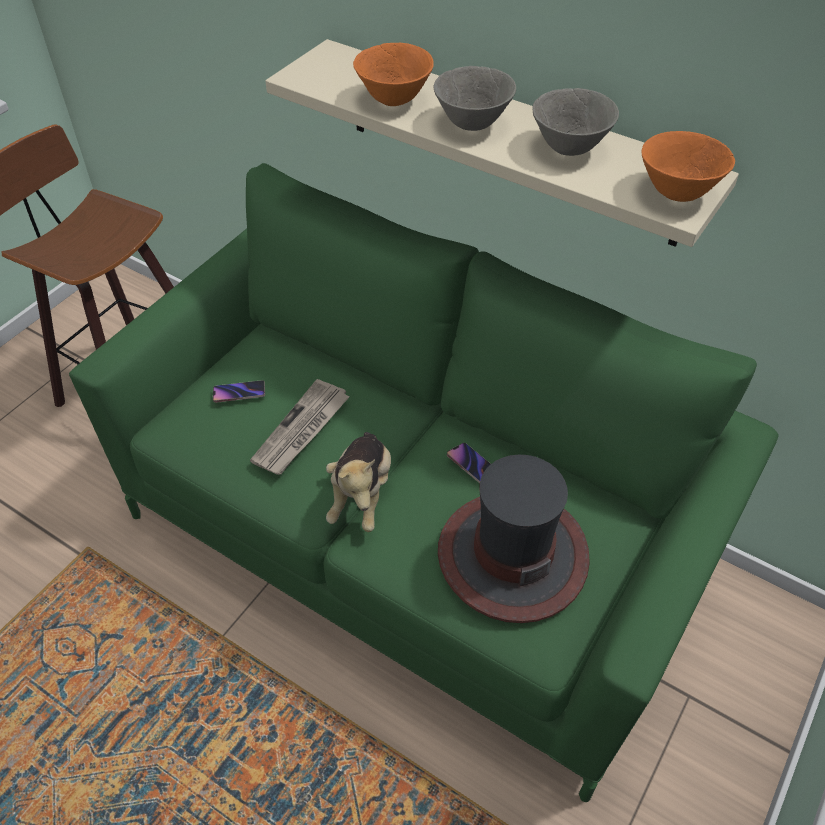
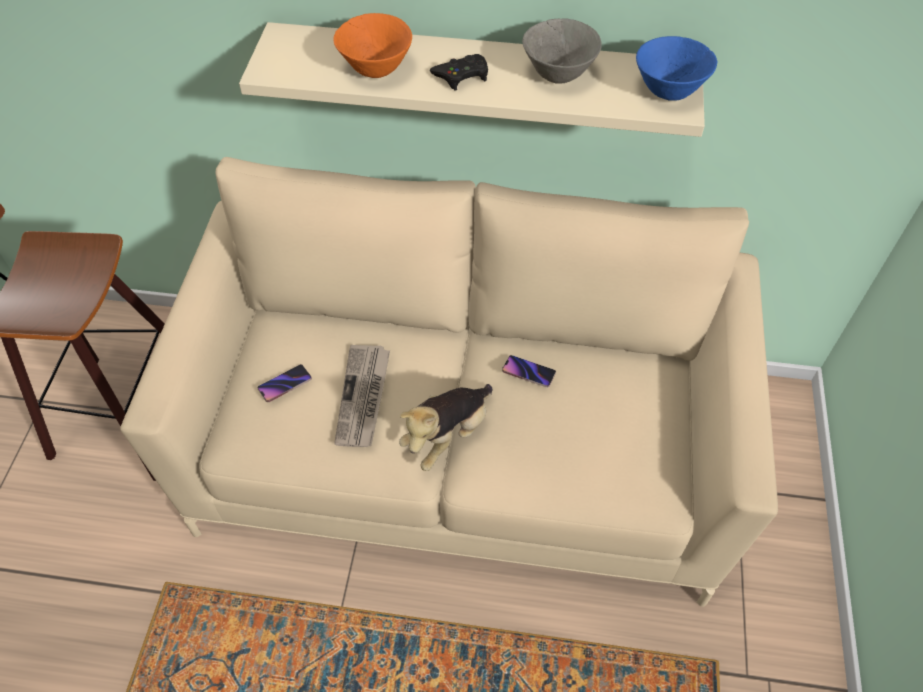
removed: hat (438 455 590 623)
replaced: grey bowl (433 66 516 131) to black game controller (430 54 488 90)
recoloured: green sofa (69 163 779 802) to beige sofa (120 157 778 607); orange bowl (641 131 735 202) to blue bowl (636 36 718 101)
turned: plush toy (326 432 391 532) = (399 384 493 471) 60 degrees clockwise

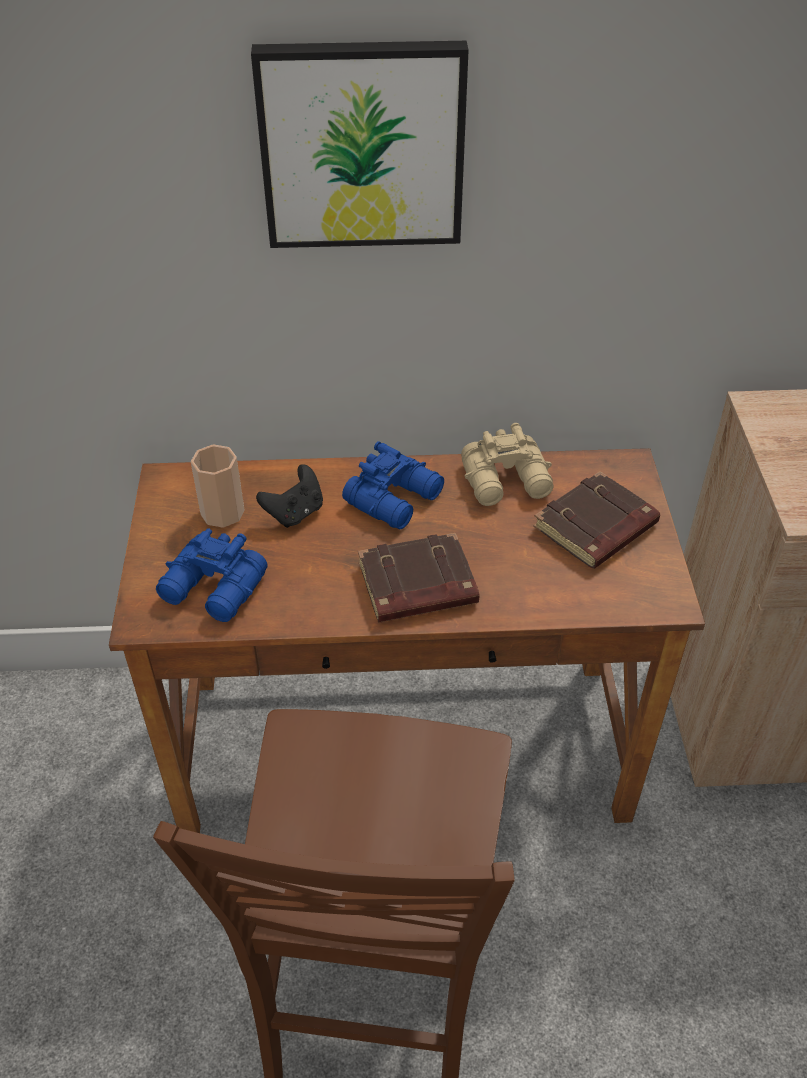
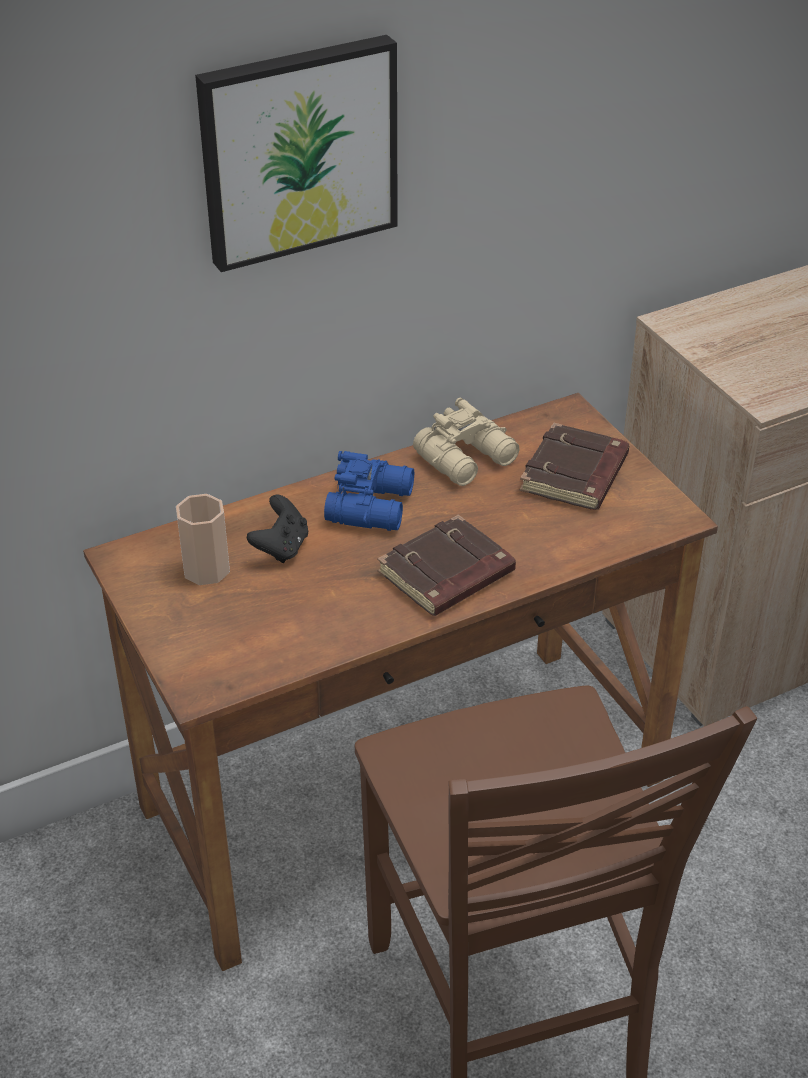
removed: blue binoculars (156 528 268 622)

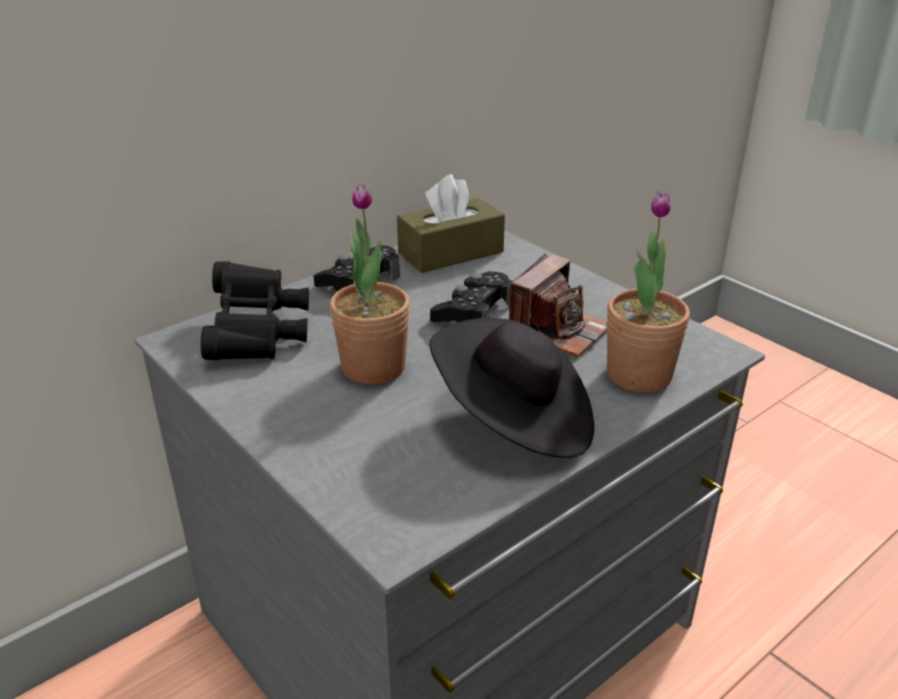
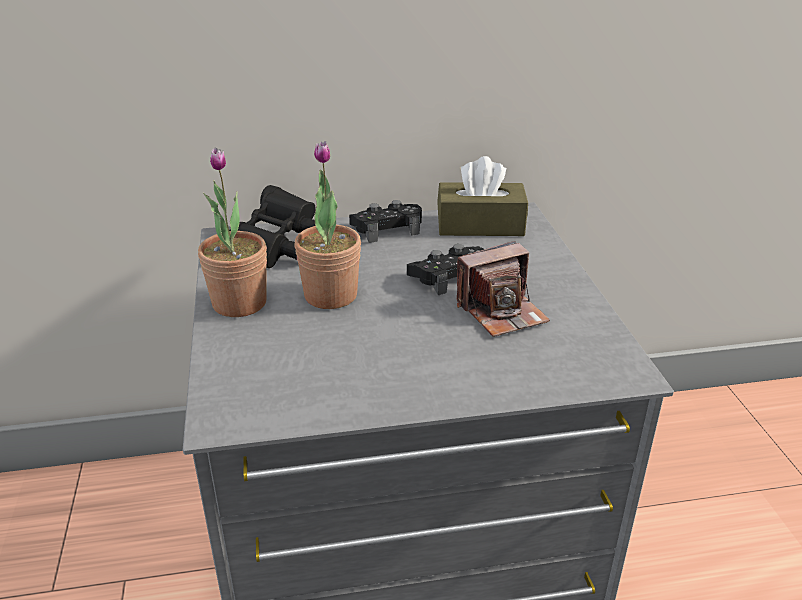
removed: black hat (430 318 594 458)
moved: potted plant (607 191 690 393) to (198 148 267 317)

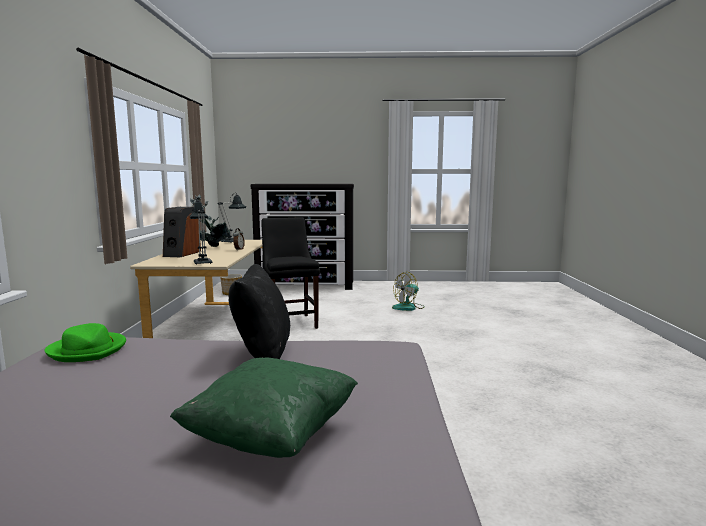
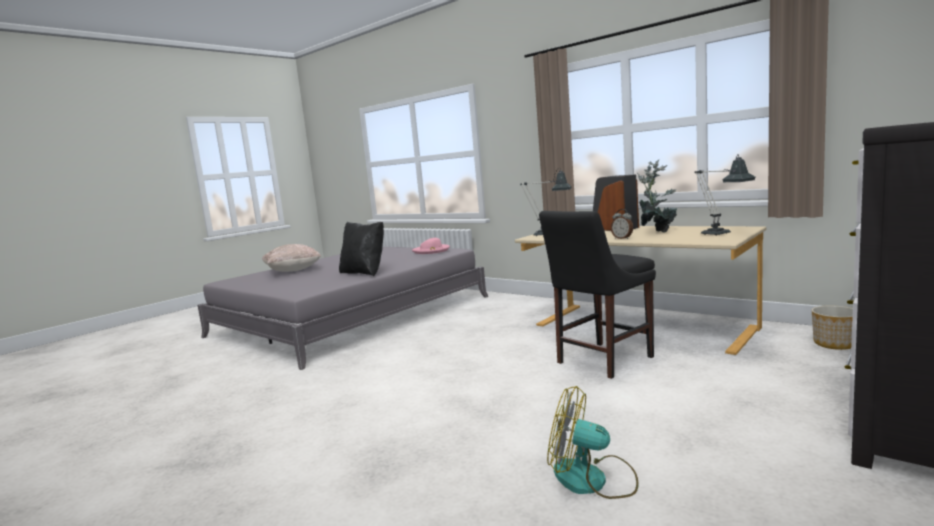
recoloured: green hat (45 323 126 362) to pink hat (412 238 450 254); green pillow (170 358 358 458) to beige pillow (262 244 321 272)
turned: black chair (261 217 320 329) = (539 211 656 379) 120 degrees clockwise; fan (392 272 425 311) = (547 386 638 499) 75 degrees counterclockwise

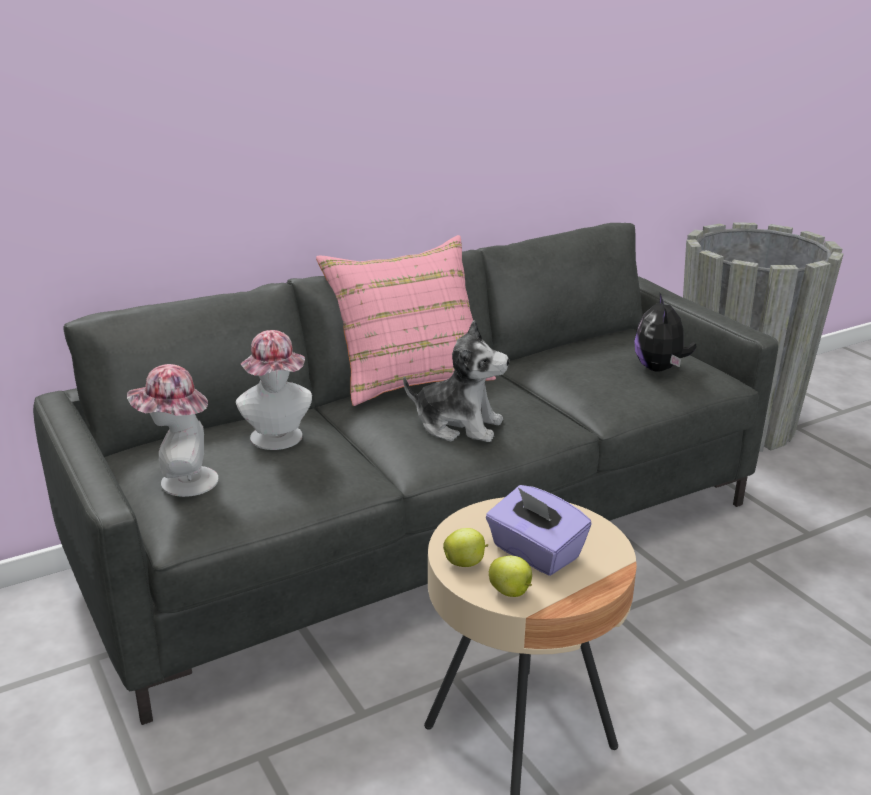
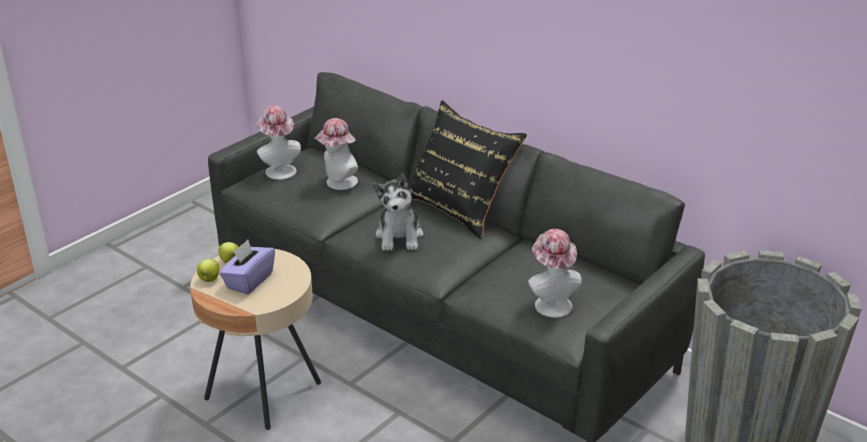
replaced: plush toy (634 293 697 372) to hat (528 229 582 318)
recoloured: pink pillow (316 235 496 406) to black pillow (409 100 527 238)

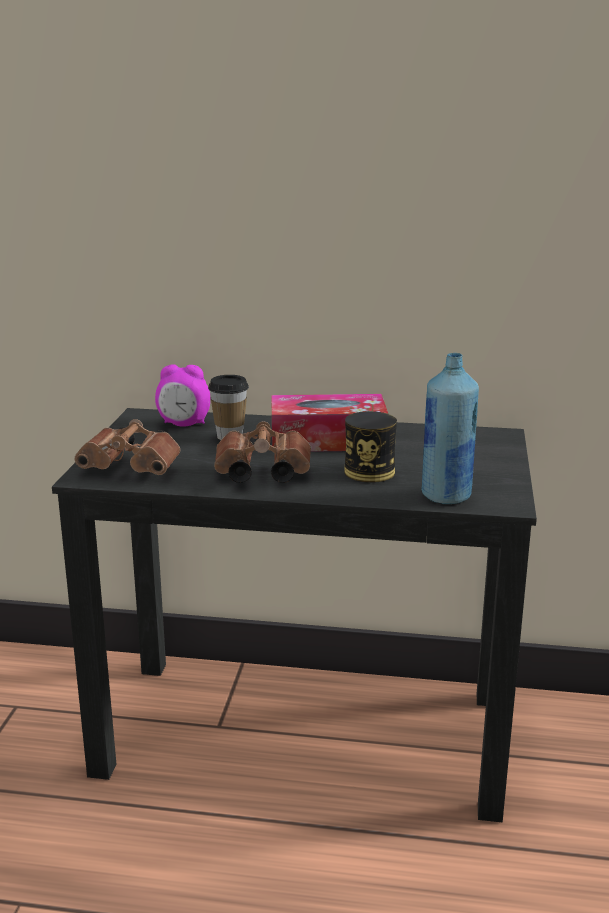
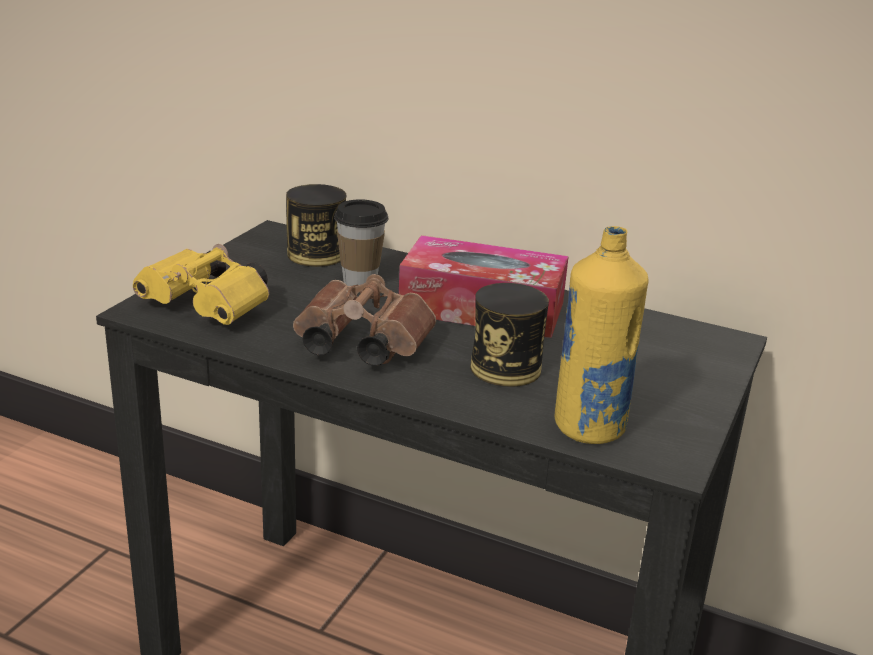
replaced: alarm clock (155 364 210 427) to can (286 184 346 267)
recoloured: brown binoculars (75 419 180 475) to yellow binoculars (133 244 269 325); blue bottle (421 353 479 504) to yellow bottle (554 226 649 444)

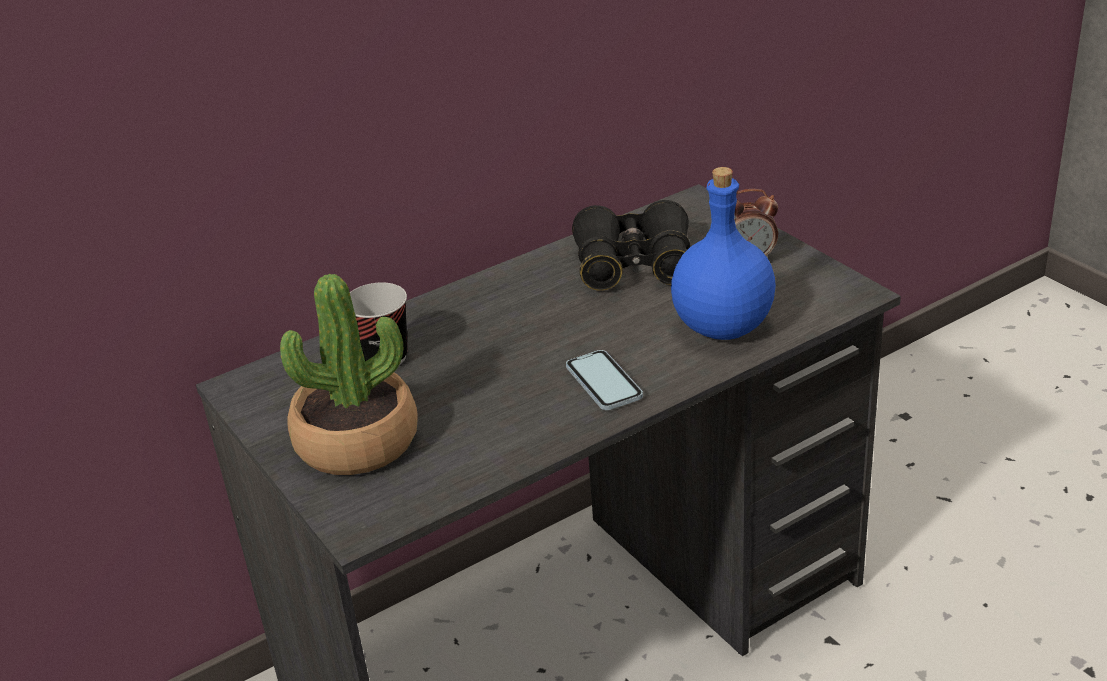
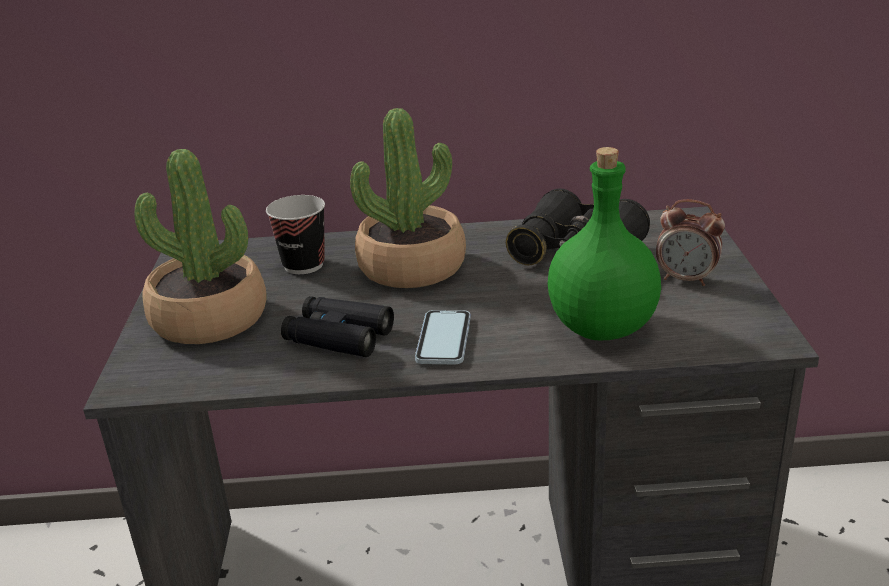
added: black binoculars (281 296 394 357); potted plant (350 108 466 288)
recoloured: blue bottle (671 167 776 340) to green bottle (548 147 661 340)

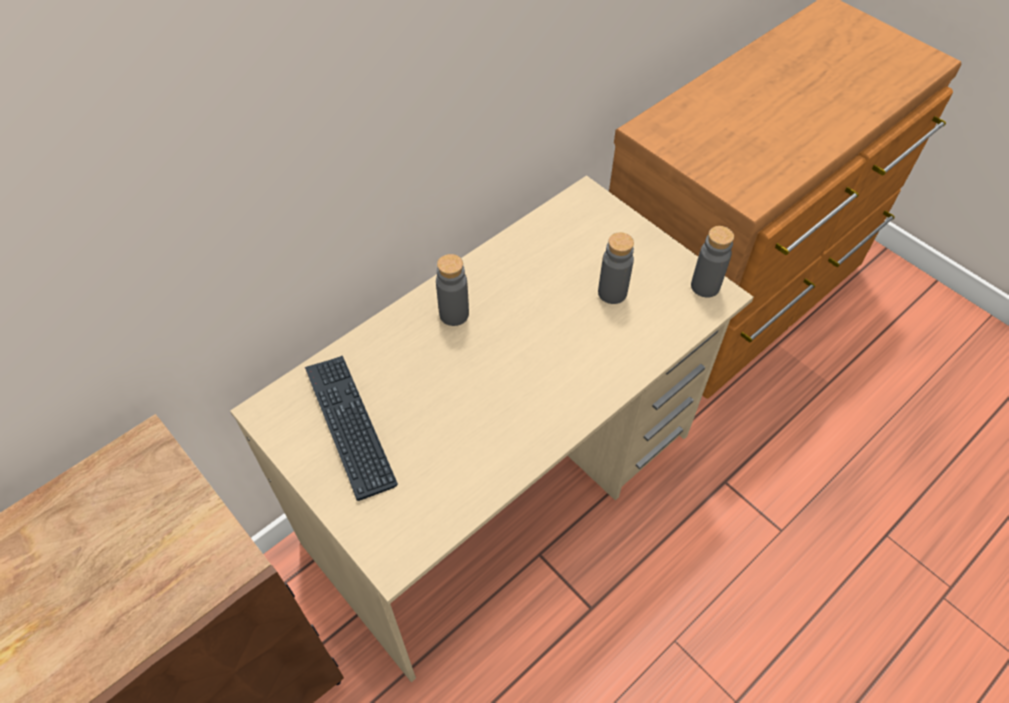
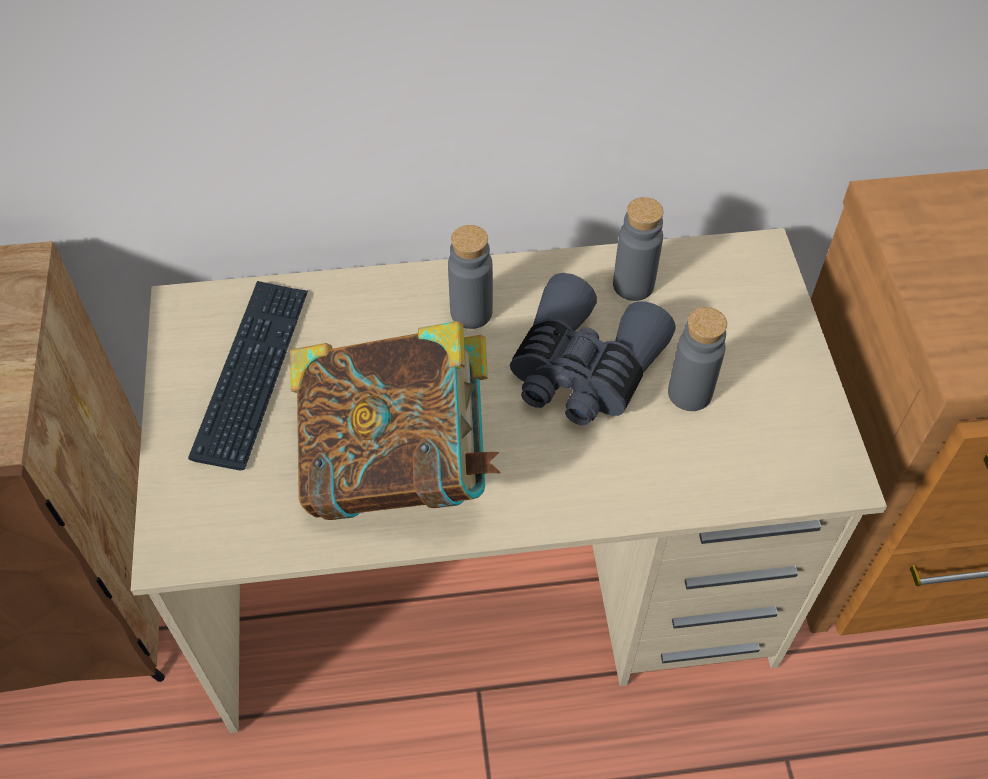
added: book (290 321 500 520); grey binoculars (510 273 675 425)
moved: grey bottle (691 226 734 298) to (613 197 663 301)

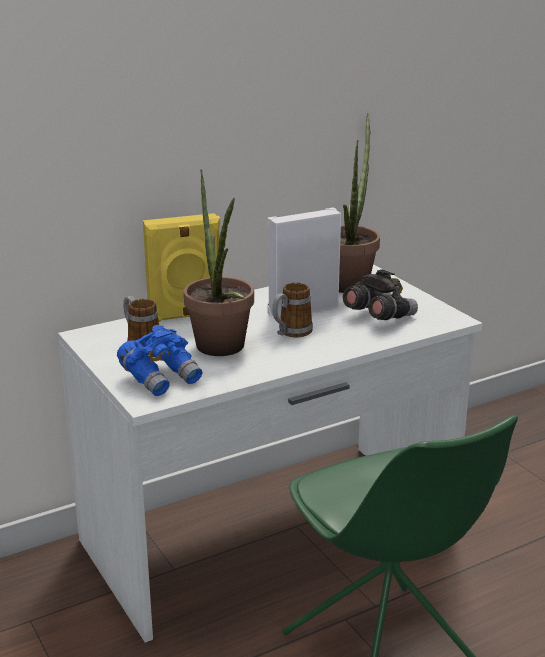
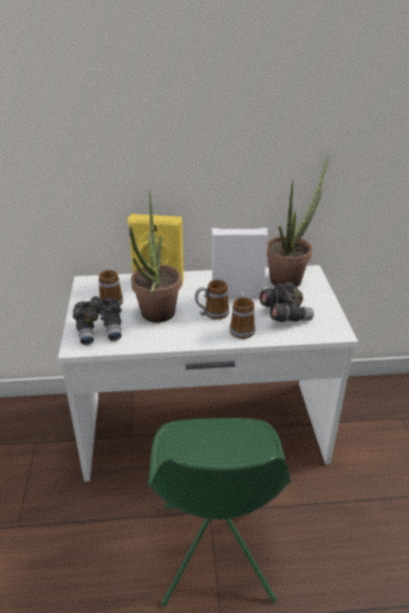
added: mug (230 292 255 339)
recoloured: blue binoculars (117 325 202 396) to grey binoculars (73 296 122 345)

